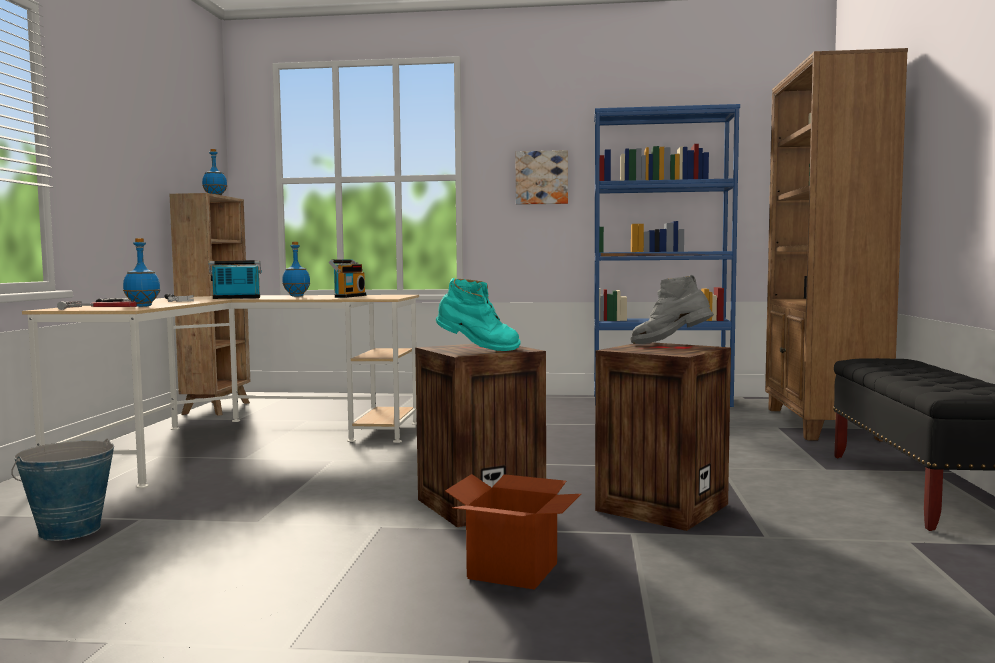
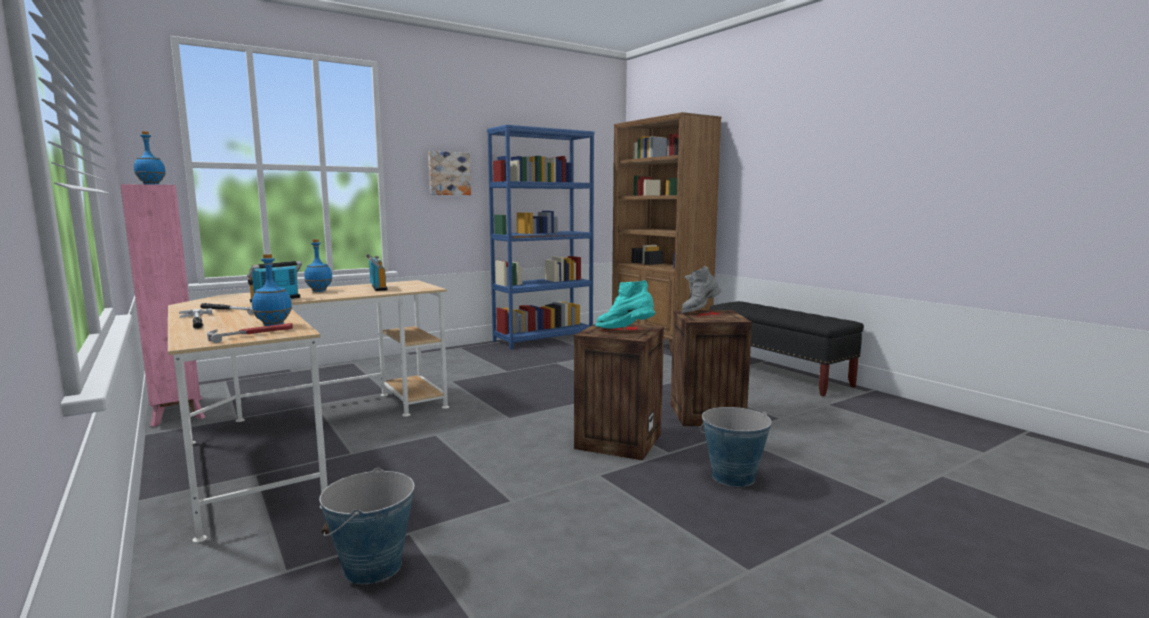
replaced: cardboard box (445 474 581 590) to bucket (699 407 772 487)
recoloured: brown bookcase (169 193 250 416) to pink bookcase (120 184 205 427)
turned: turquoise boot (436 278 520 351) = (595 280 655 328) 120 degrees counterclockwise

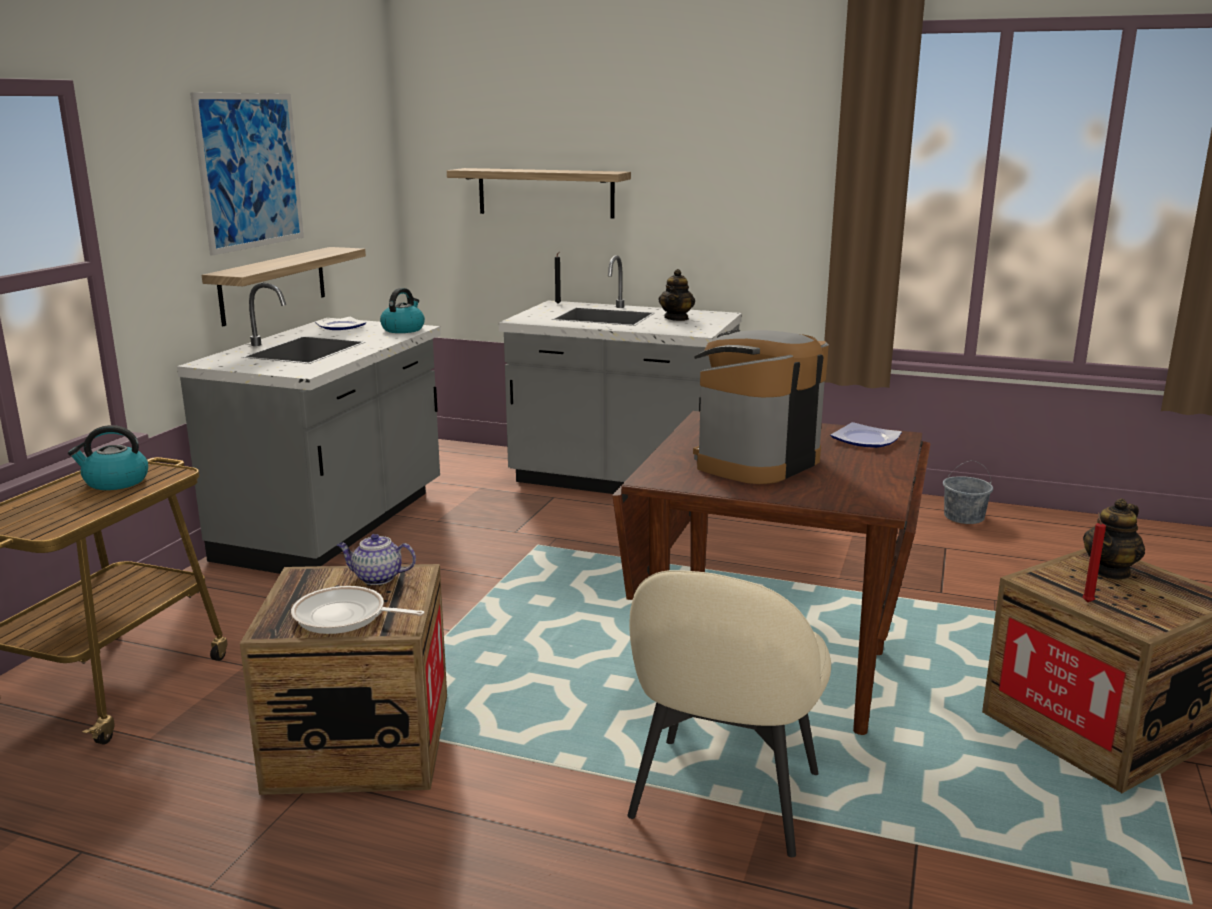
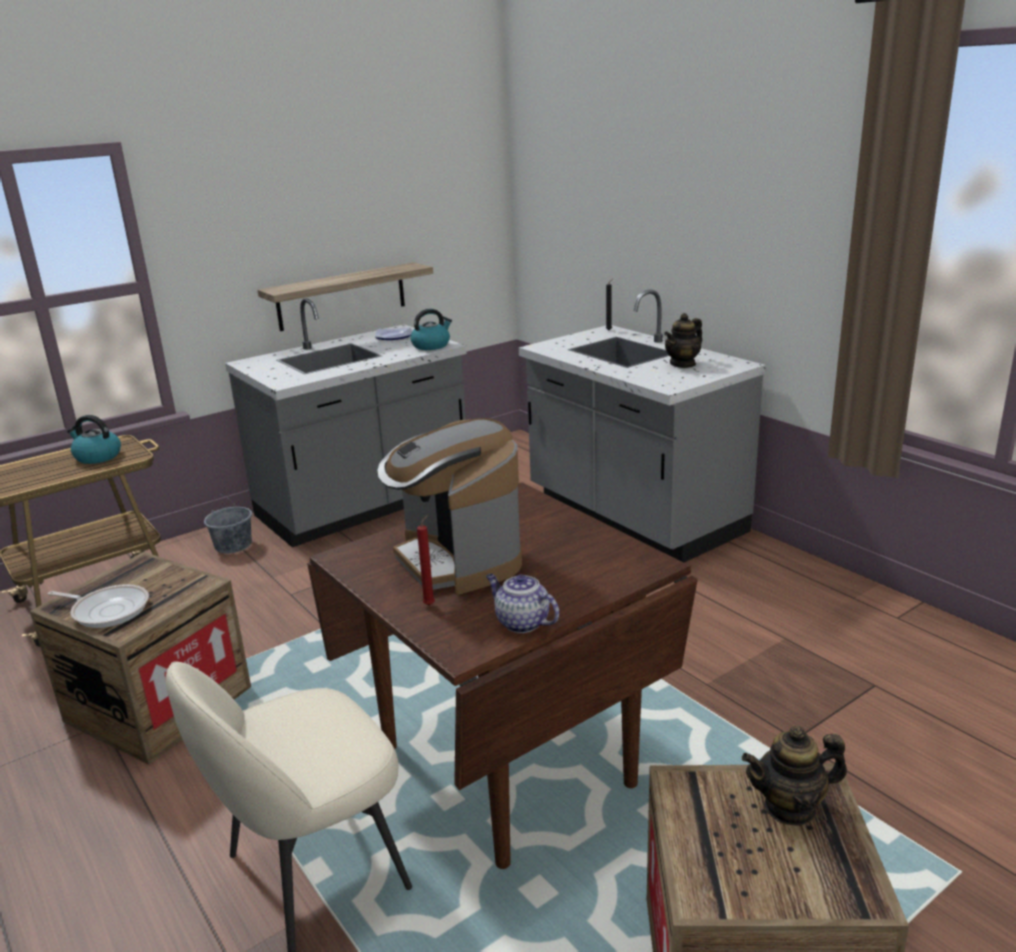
removed: picture (190 92 304 256); shelf (447 168 631 218); plate (830 422 902 448)
moved: teapot (337 534 416 585) to (486 574 559 633); grey bucket (943 460 993 524) to (204 495 252 554); red candle (1082 512 1106 602) to (417 514 435 605)
turned: frying pan (291 586 425 634) = (48 584 149 628) 150 degrees clockwise; coffee machine (693 329 829 484) = (377 418 522 595) 105 degrees counterclockwise

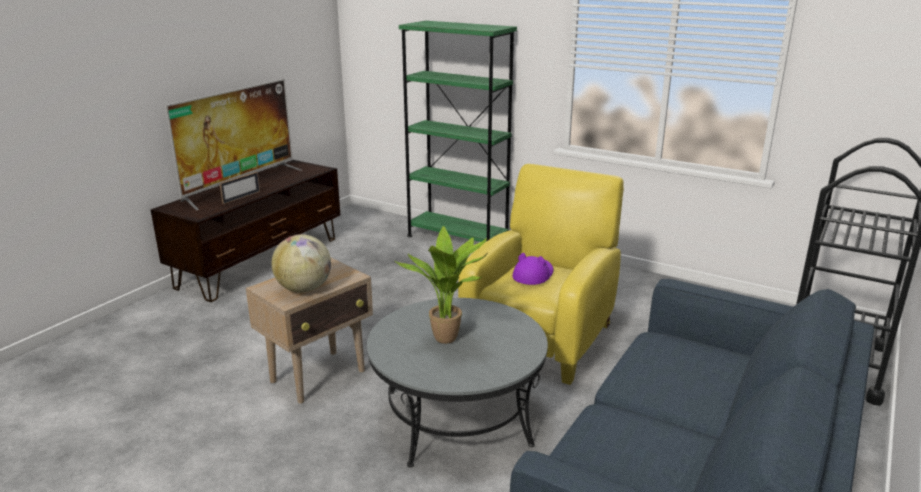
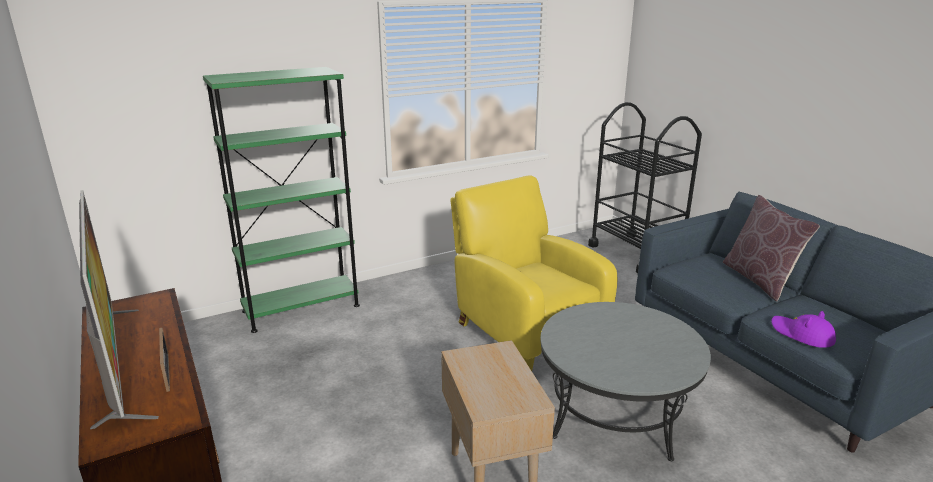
removed: globe (271 234 331 293); potted plant (395 226 488 344)
added: brown pillow (723 195 820 301)
moved: purple hat (513 253 553 285) to (772 311 836 348)

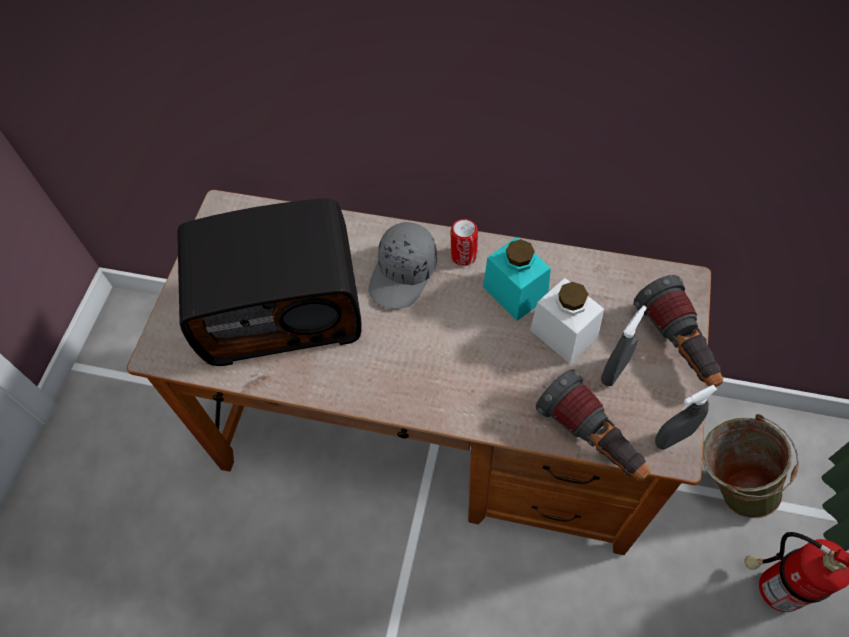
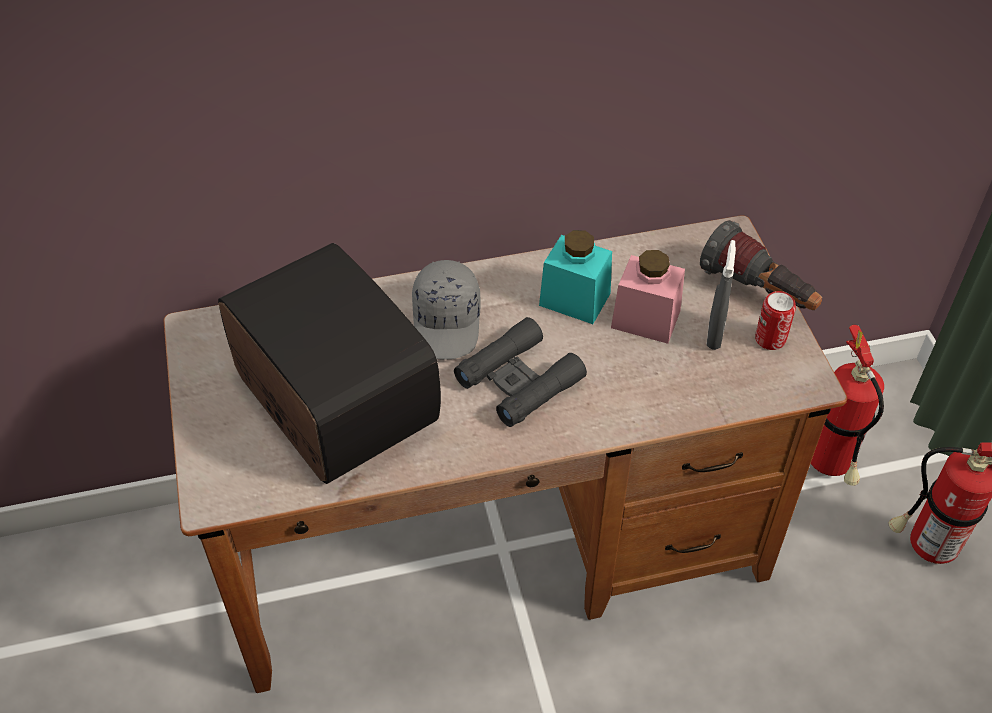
removed: flashlight (536 369 650 481); grey spray bottle (655 385 717 450)
added: black binoculars (454 317 587 427)
moved: can (451 219 478 266) to (755 291 796 350)
replaced: green bucket (702 414 799 518) to fire extinguisher (811 324 884 486)
recoloured: white jar (530 278 604 363) to pink jar (611 250 685 344)
turned: radio (177 198 362 366) = (218 243 441 484) 90 degrees counterclockwise

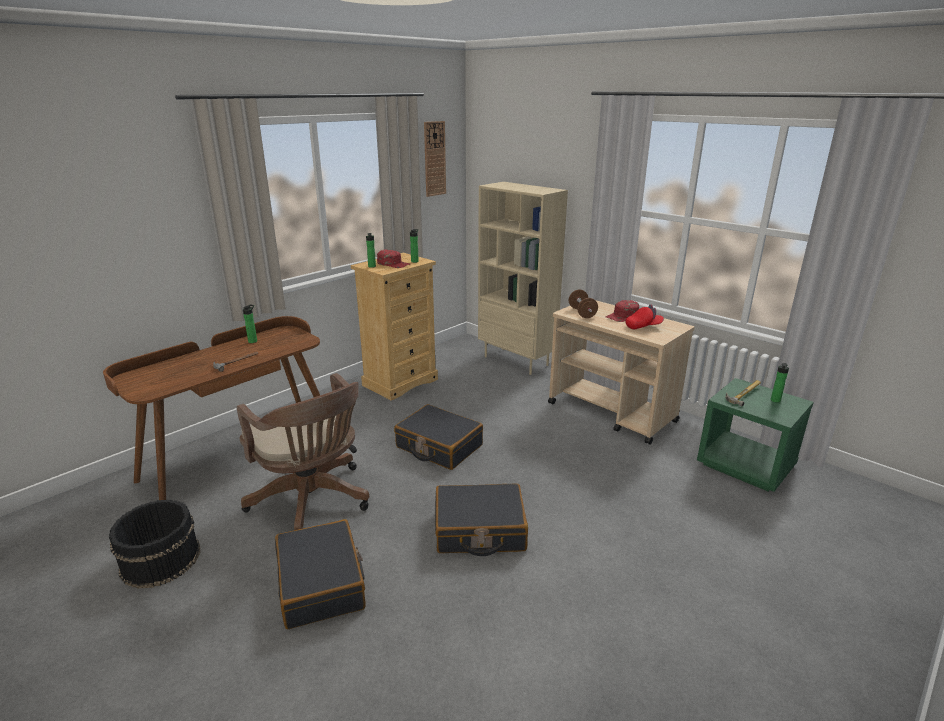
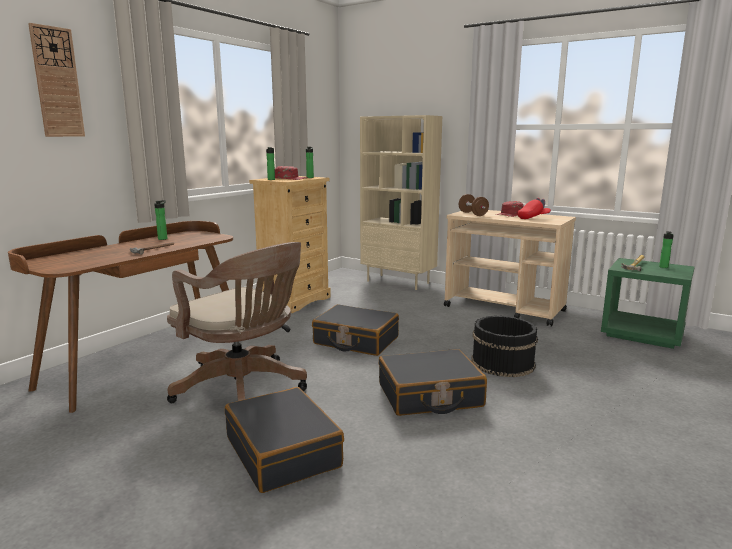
moved: black bucket (109 500 200 589) to (471 316 538 377); wall clock (424 121 446 197) to (28 23 85 137)

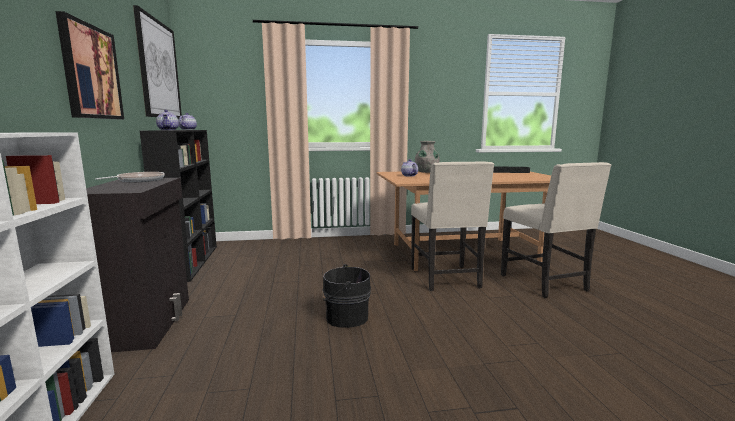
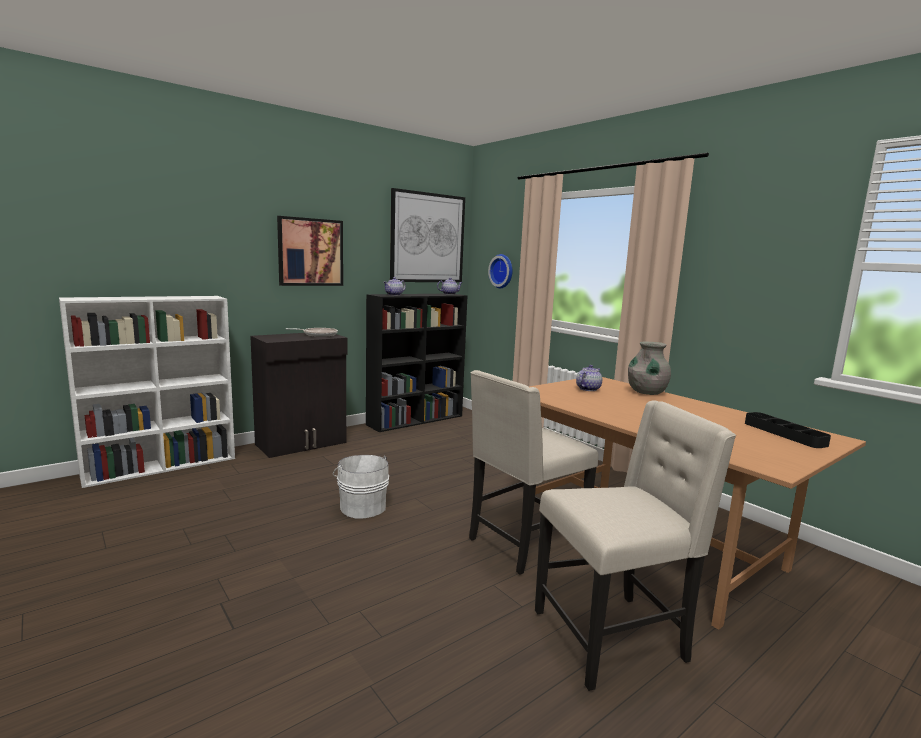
added: wall clock (488 254 513 288)
recoloured: black bucket (322 264 371 328) to white bucket (333 455 389 518)
turned: beige chair (501 162 611 298) = (535 400 736 691) 150 degrees counterclockwise

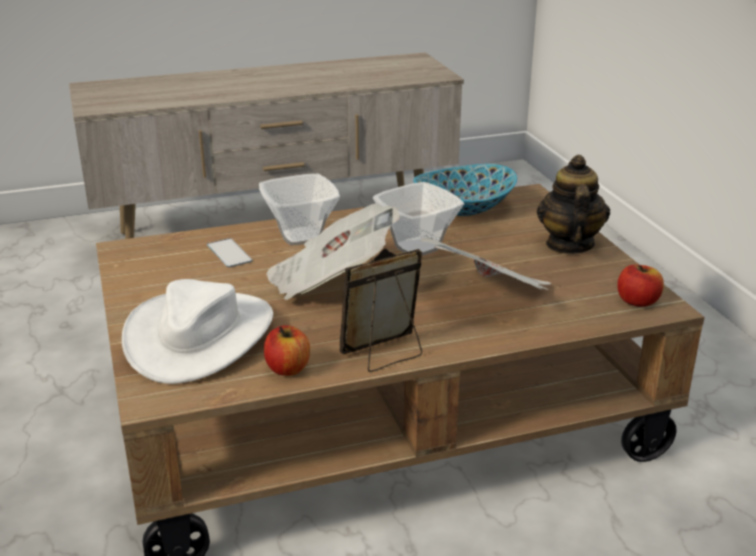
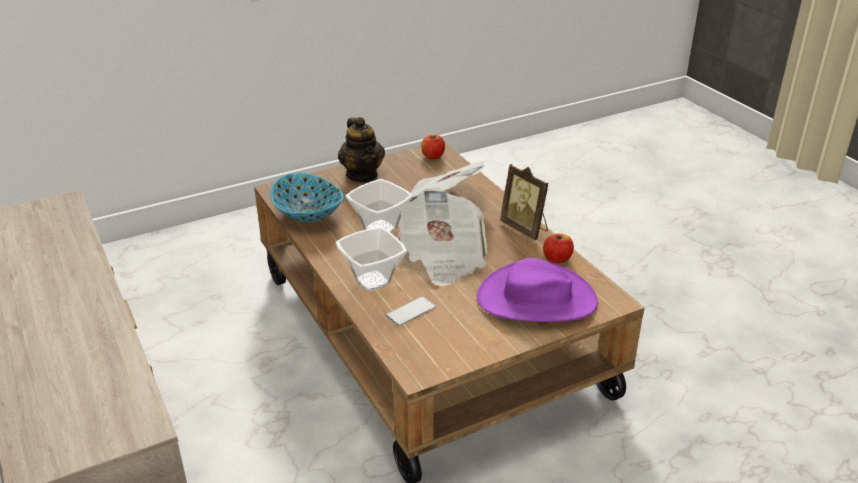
recoloured: white hat (122 279 273 384) to purple hat (476 258 598 322)
turned: teapot (537 155 610 254) = (338 117 385 182) 105 degrees counterclockwise

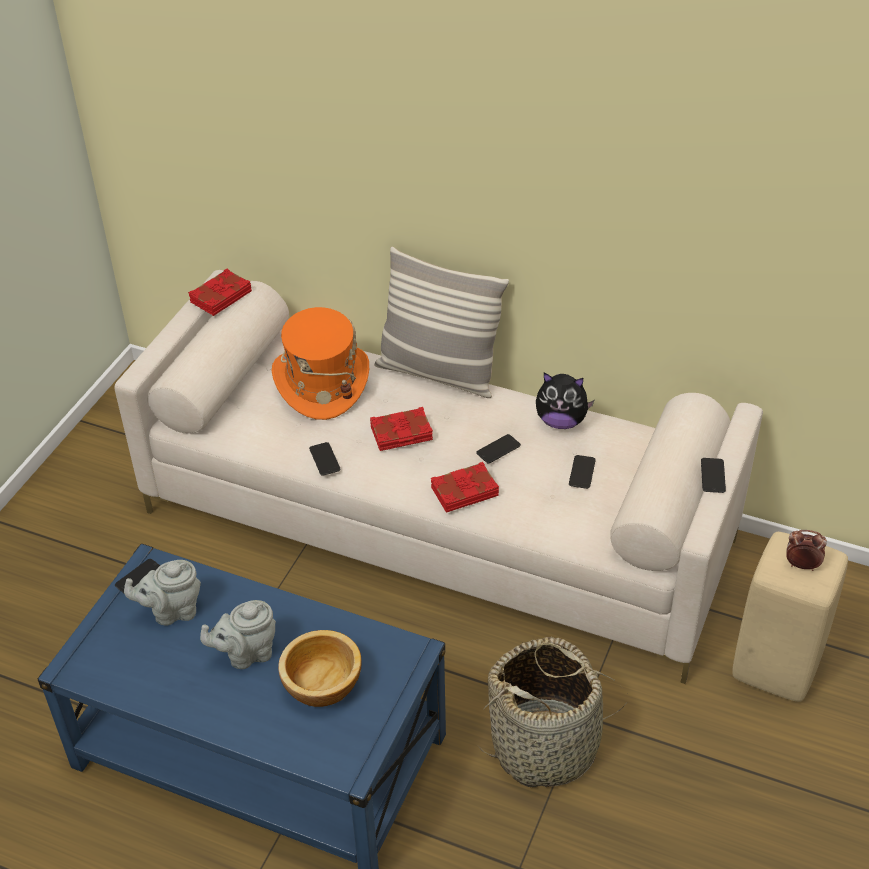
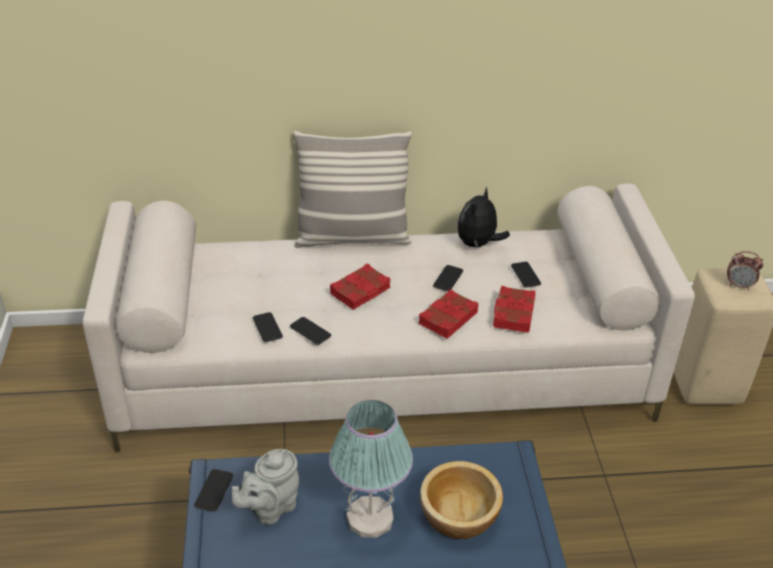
removed: orange hat (272 307 369 420); basket (478 637 628 787)
moved: red book (188 269 252 316) to (493 286 535 333); phone (701 458 726 493) to (253 312 283 342)
replaced: grey teapot (200 600 276 669) to table lamp (329 400 413 538)
turned: plush toy (536 373 595 429) = (457 187 510 249) 135 degrees clockwise; alarm clock (786 530 827 571) = (727 251 764 290) 150 degrees counterclockwise

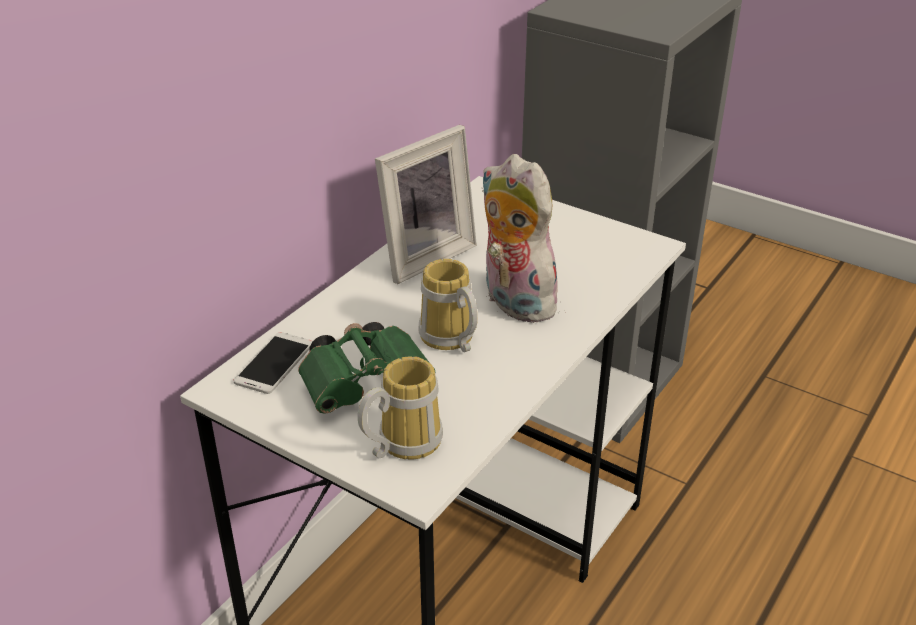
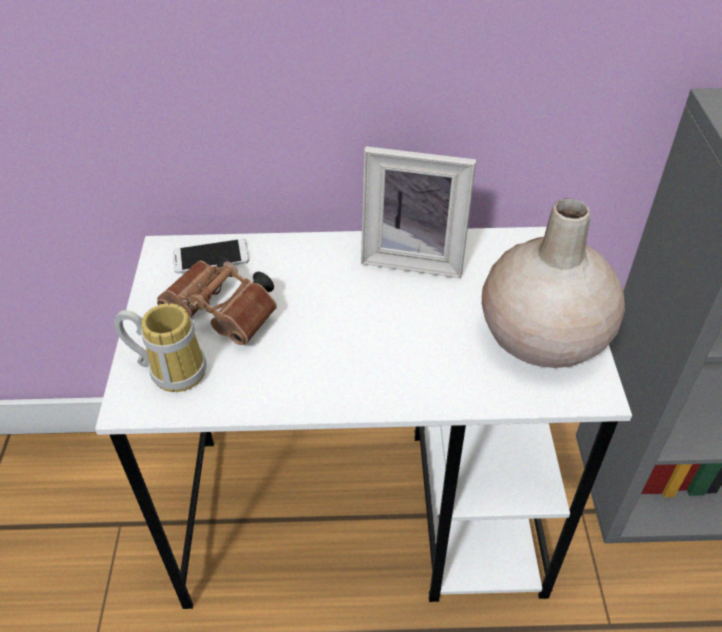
removed: mug (418 259 478 352); plush toy (481 154 566 323)
added: beige vase (482 199 625 368)
recoloured: green binoculars (298 322 435 414) to brown binoculars (157 257 277 345)

